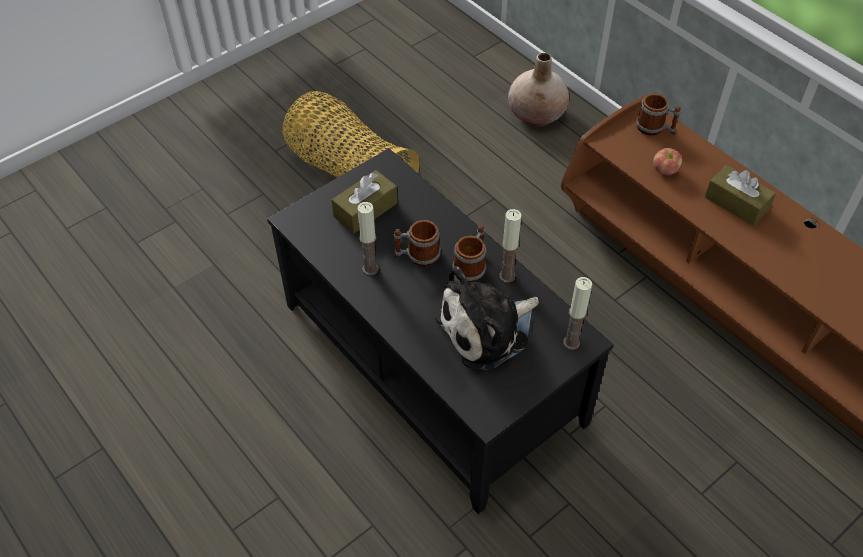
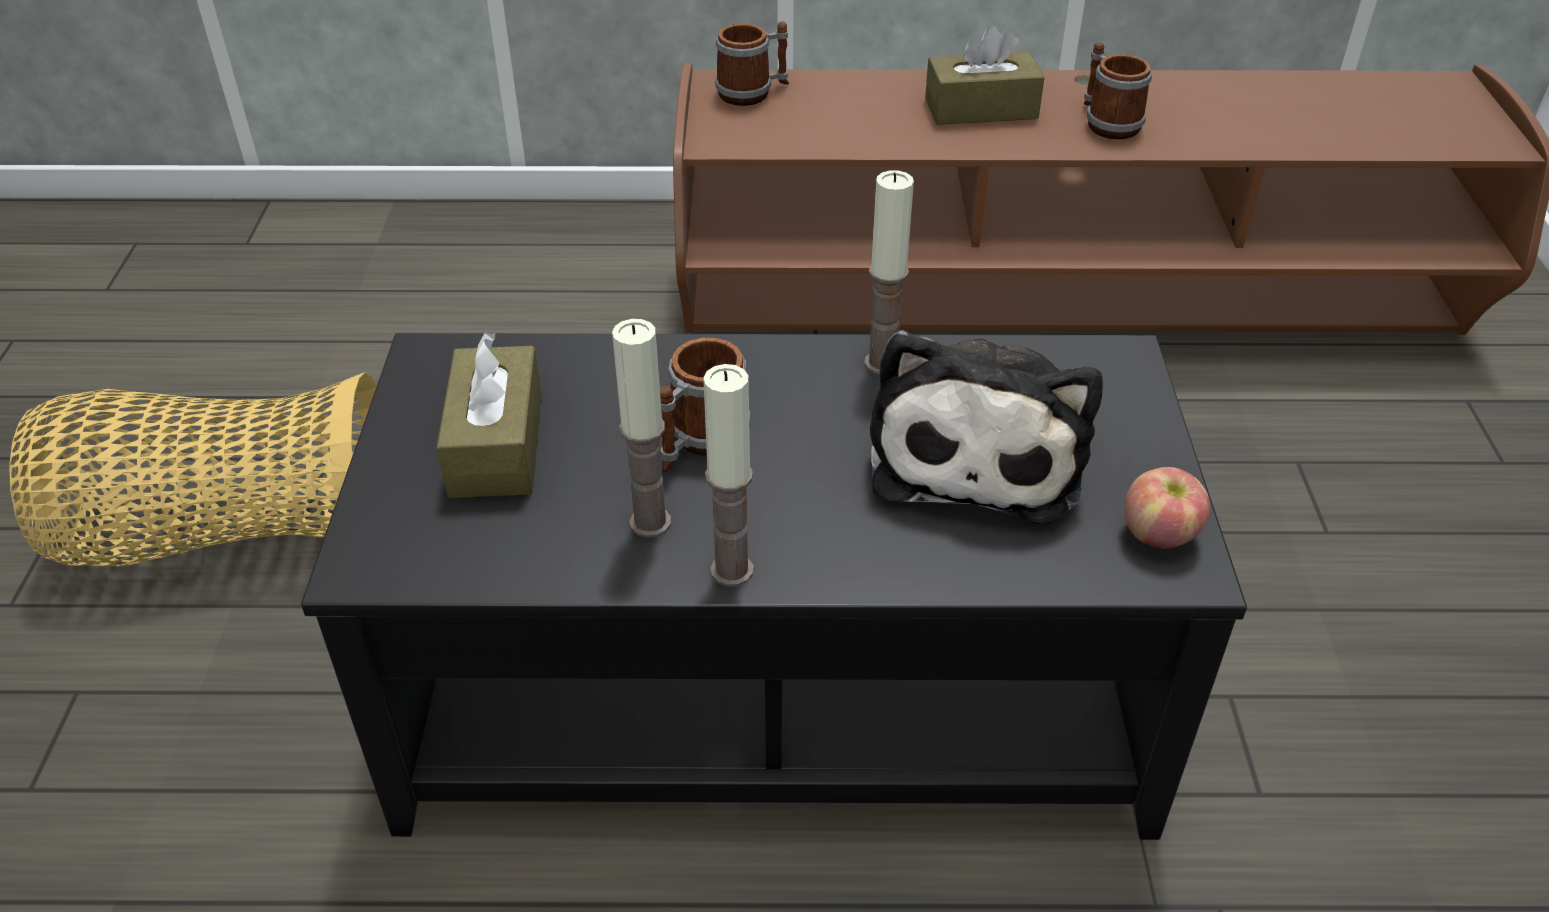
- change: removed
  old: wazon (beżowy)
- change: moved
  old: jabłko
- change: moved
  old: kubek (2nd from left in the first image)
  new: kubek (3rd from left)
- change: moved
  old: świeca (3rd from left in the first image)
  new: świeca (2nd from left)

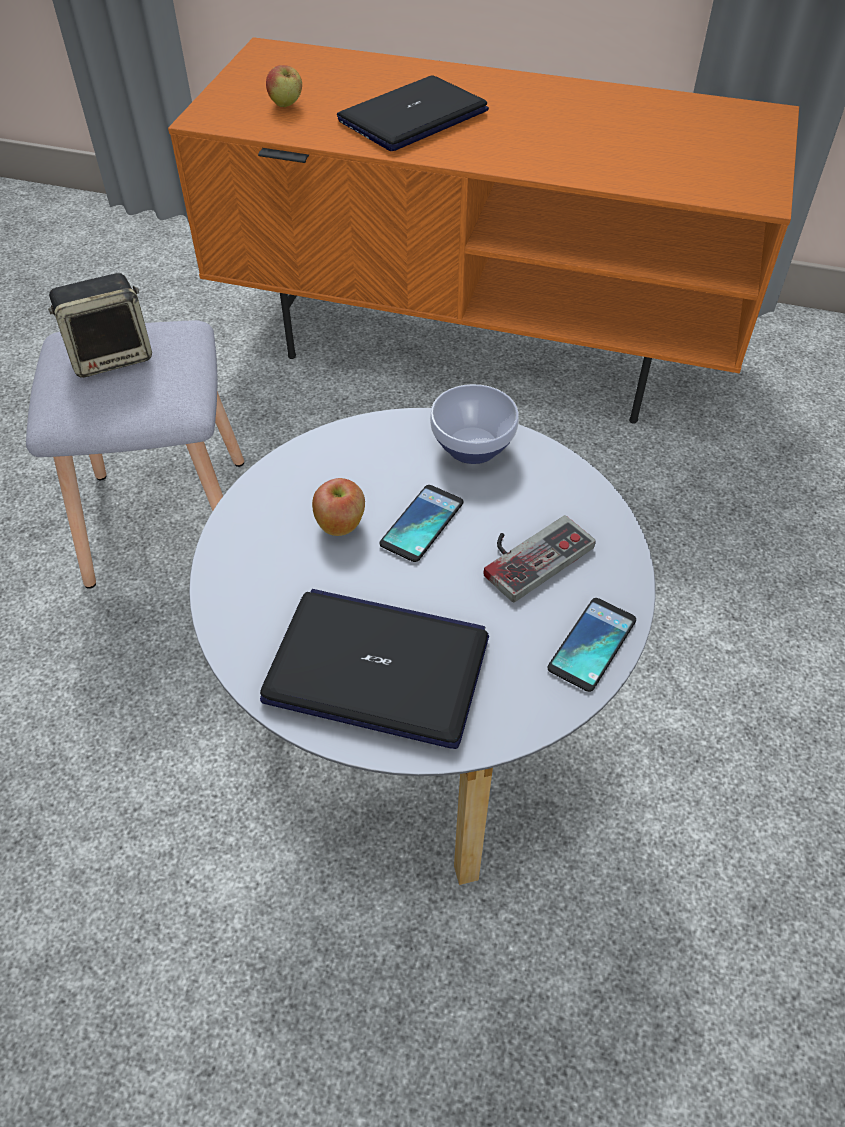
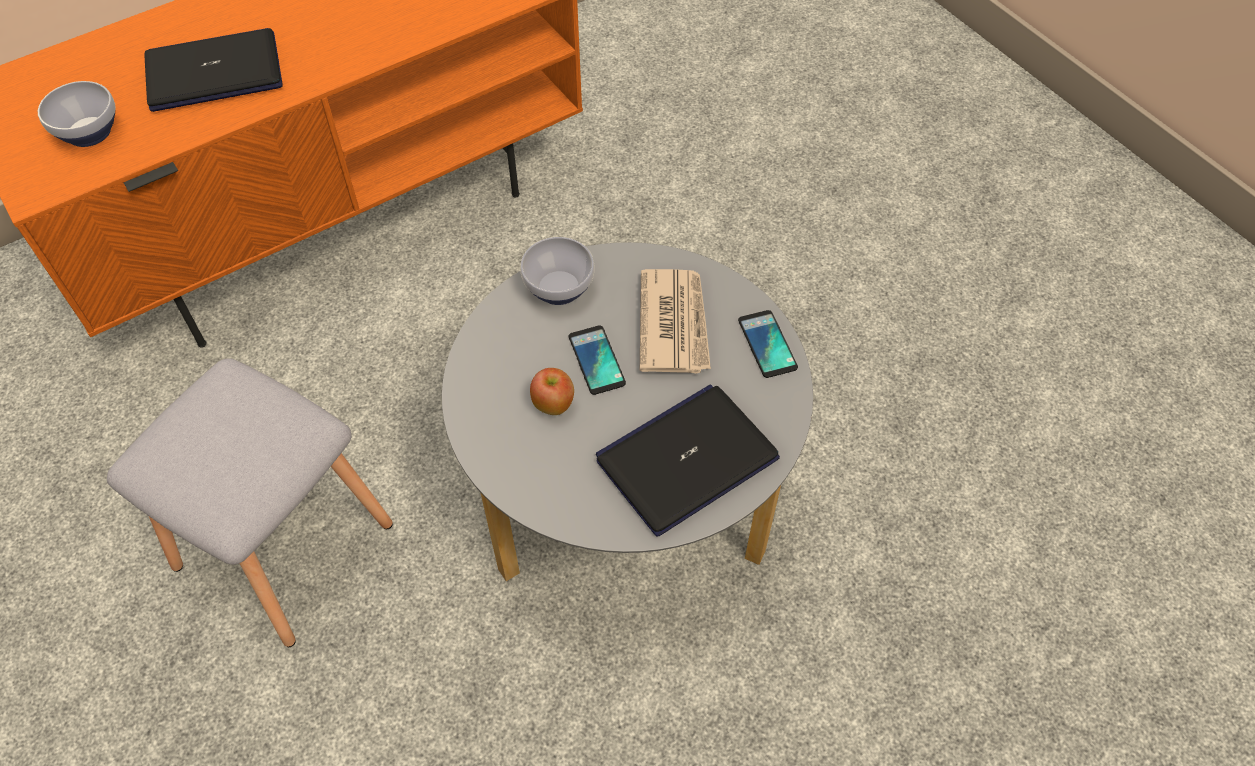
- change: replaced
  old: jabłko (1st from left)
  new: miska (1st from left)
- change: turned
  old: laptop (2nd from left in the first image)
  degrees: 75
- change: removed
  old: głośnik
- change: replaced
  old: pad do gier
  new: gazeta

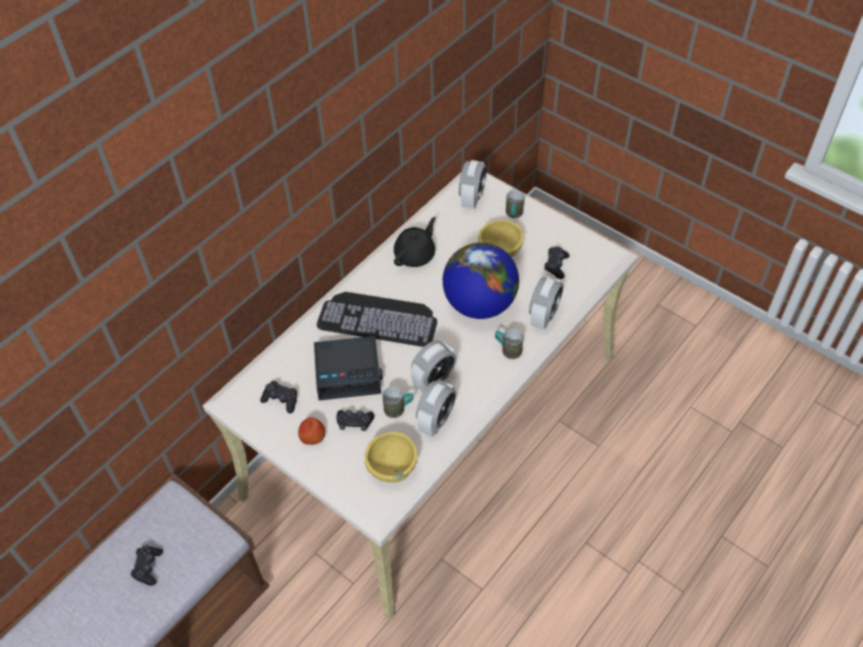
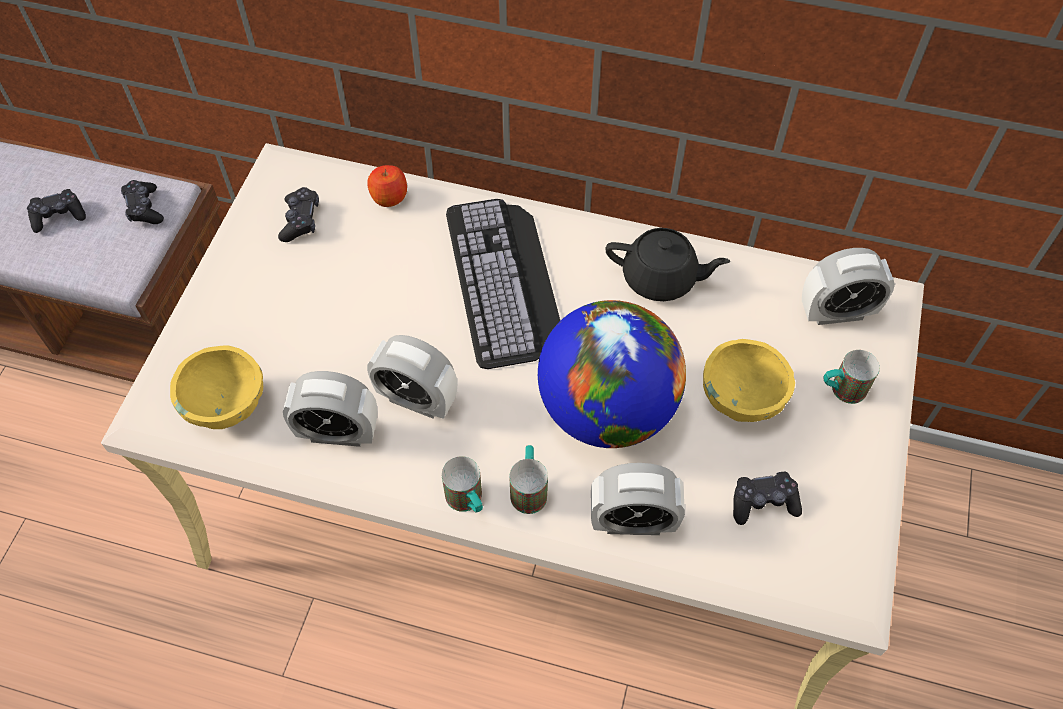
- change: removed
  old: budzik (1st from left)
- change: moved
  old: kubek (1st from left)
- change: moved
  old: pad do gier (czarny) (3rd from left in the first image)
  new: pad do gier (czarny) (2nd from left)
- change: moved
  old: jabłko

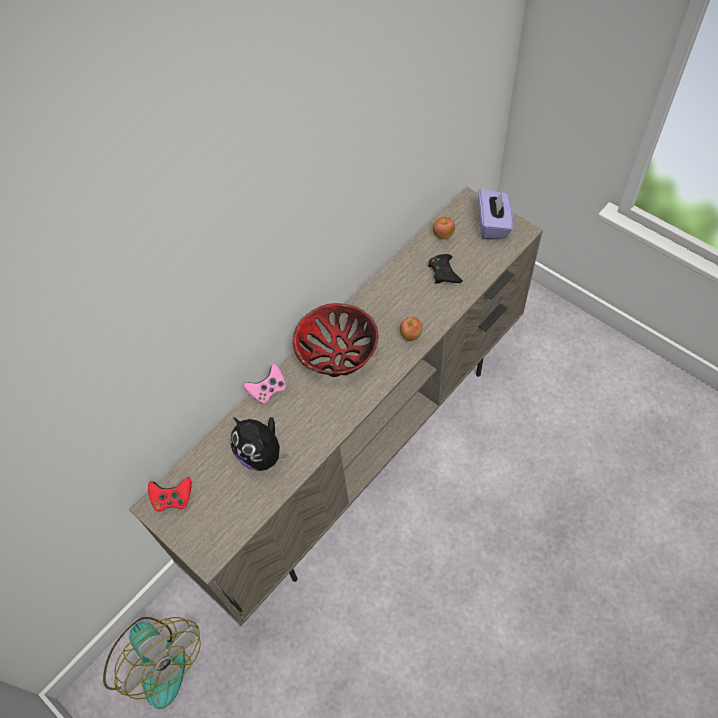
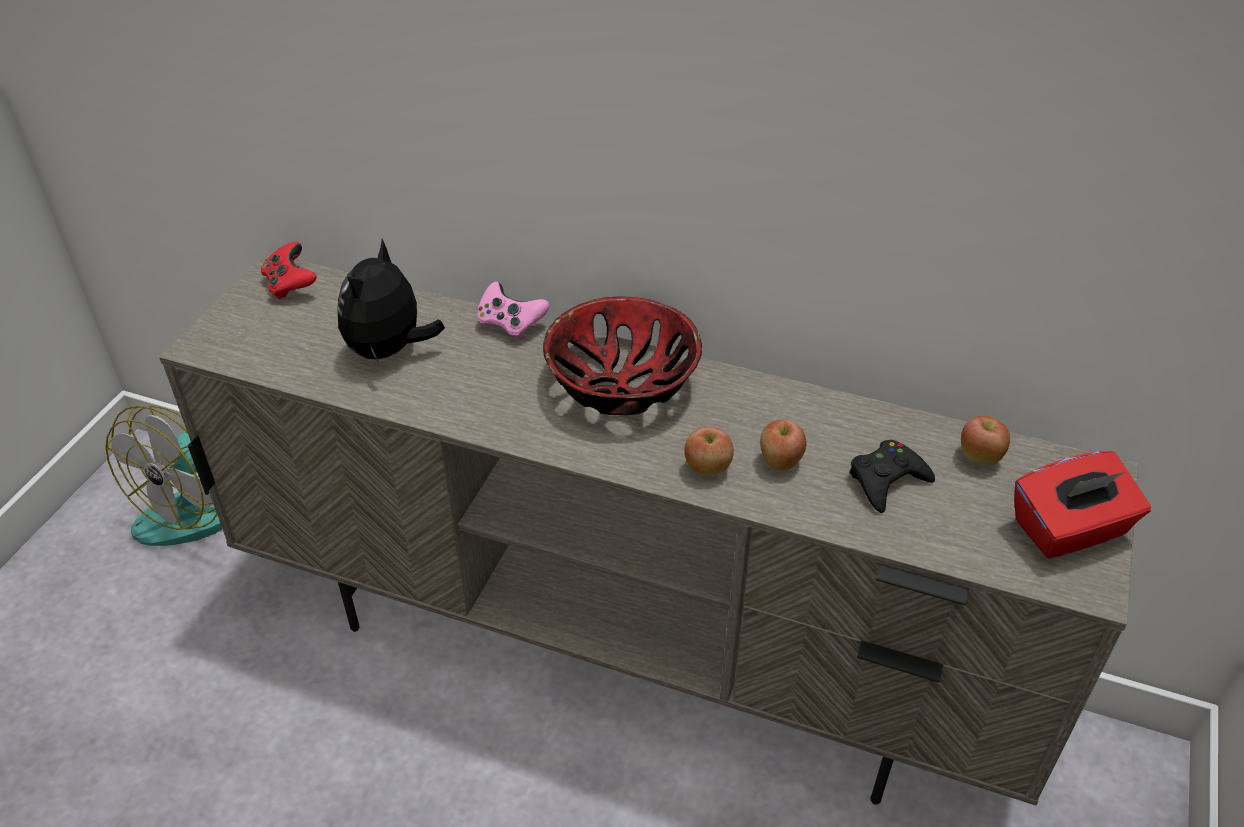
- change: recoloured
  old: pudełko chusteczek (fioletowy)
  new: pudełko chusteczek (czerwony)
- change: added
  new: jabłko (2nd from left)

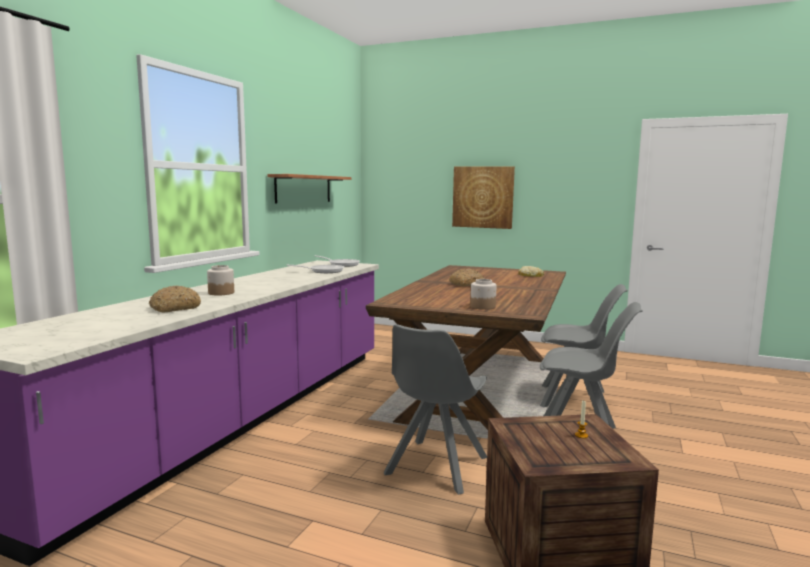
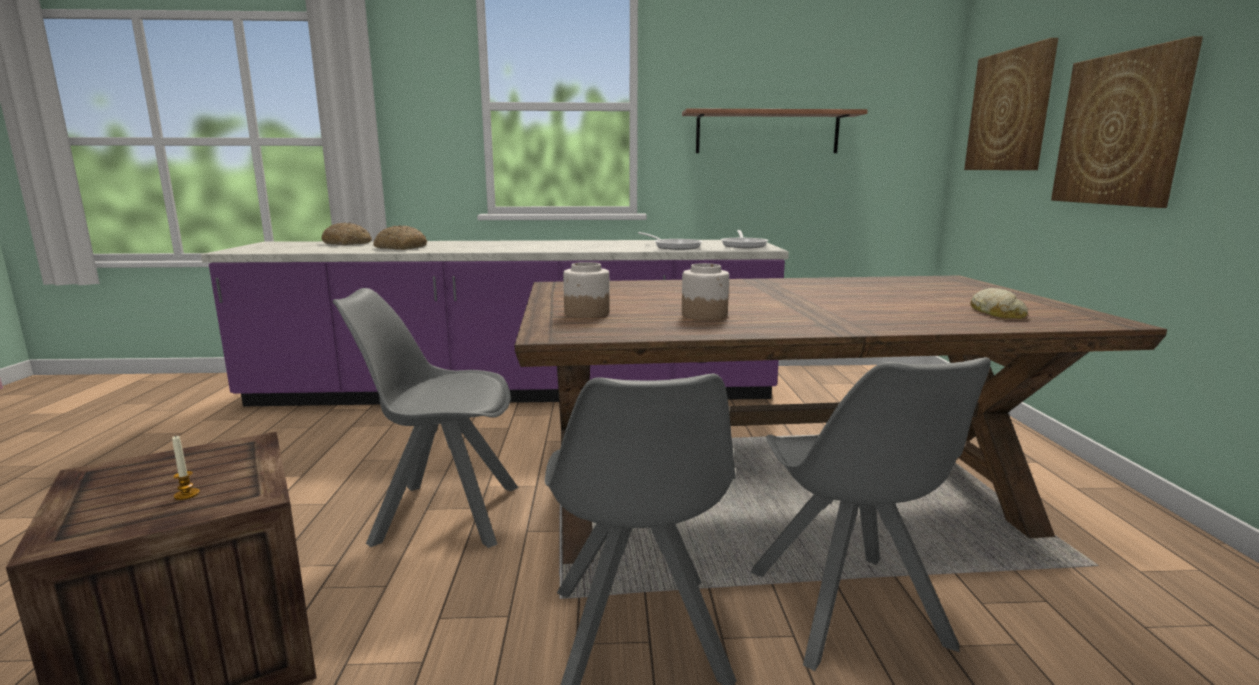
- change: moved
  old: słoik (1st from left in the first image)
  new: słoik (2nd from left)
- change: moved
  old: chleb (2nd from left in the first image)
  new: chleb (1st from left)
- change: added
  new: obraz (1st from left)

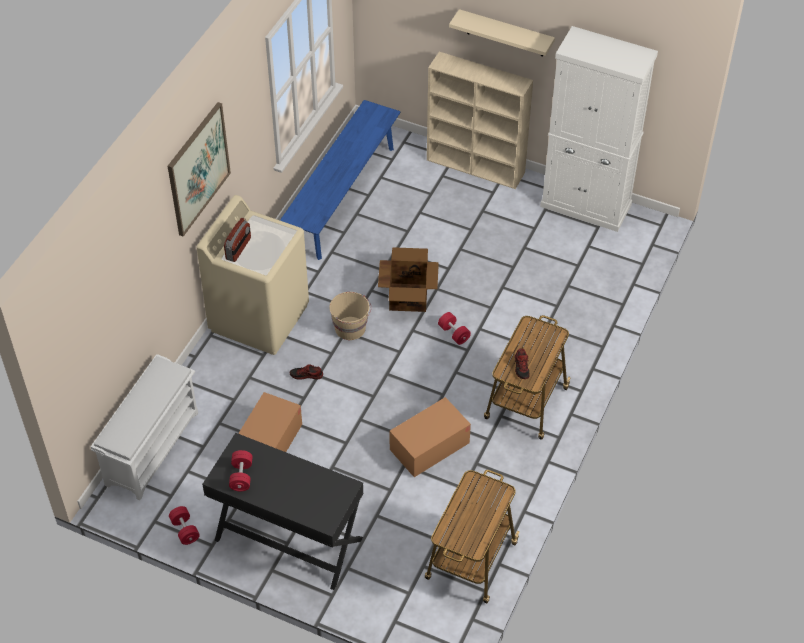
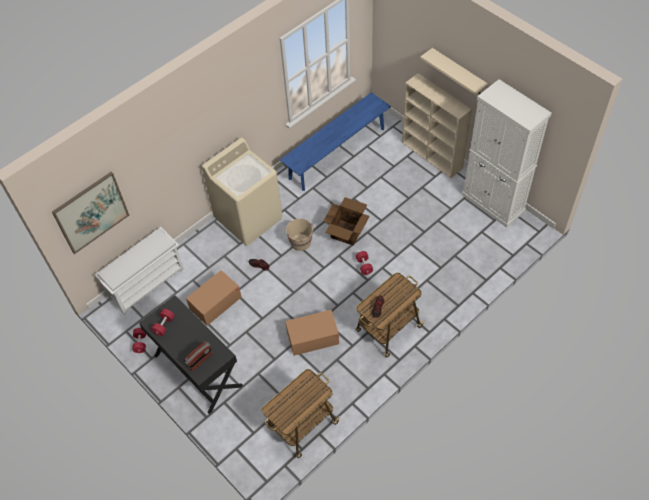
- change: moved
  old: obraz
- change: moved
  old: radio

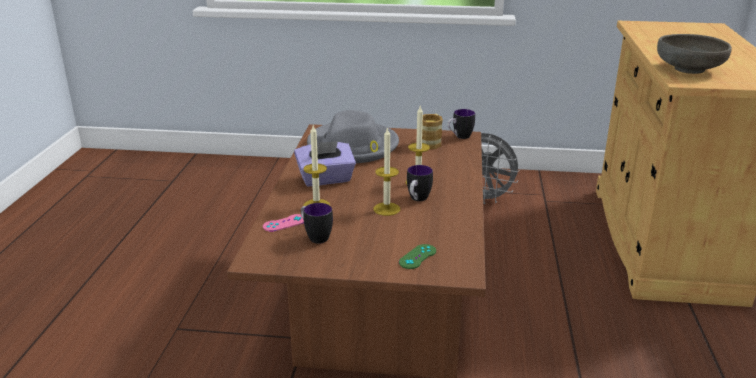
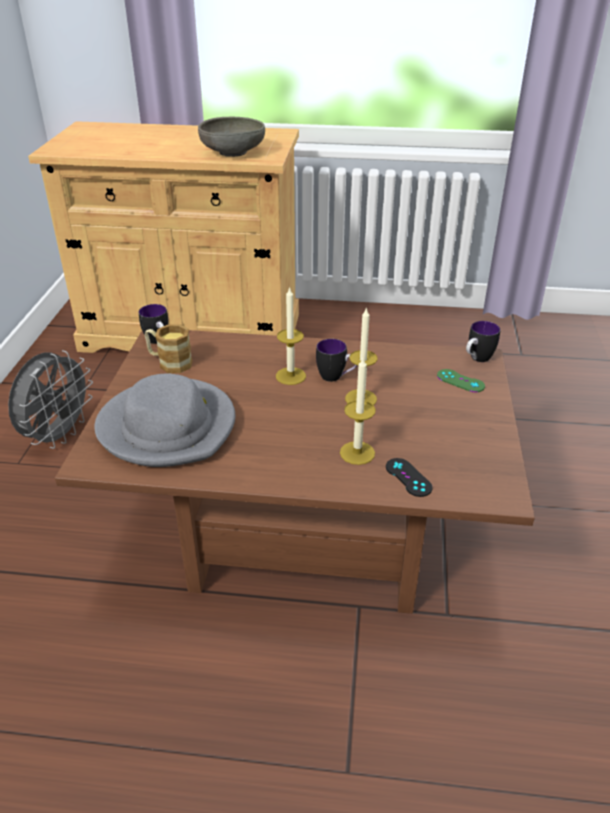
- change: removed
  old: pudełko chusteczek (fioletowy)
- change: moved
  old: kubek (1st from left in the first image)
  new: kubek (4th from left)
- change: recoloured
  old: pad do gier (różowy)
  new: pad do gier (czarny)

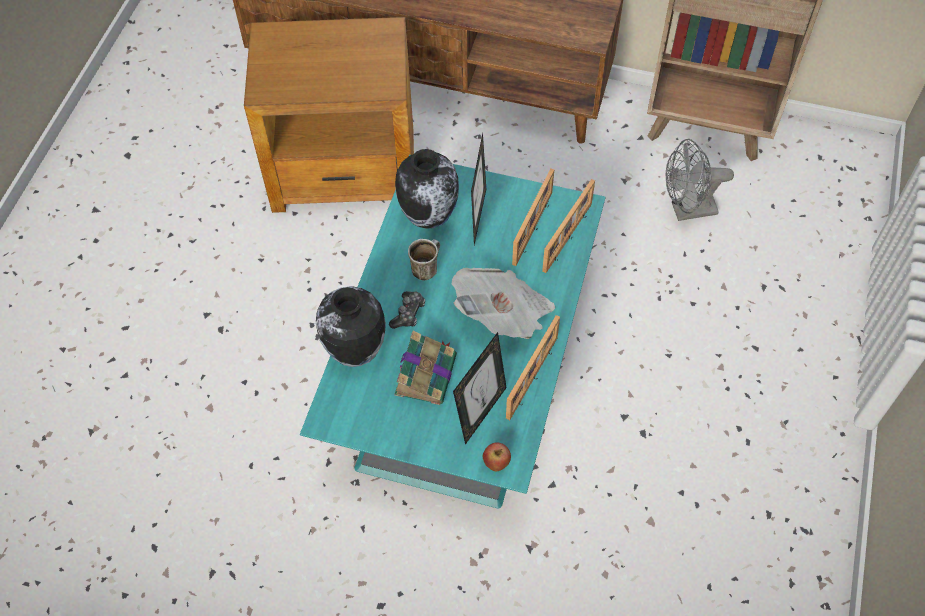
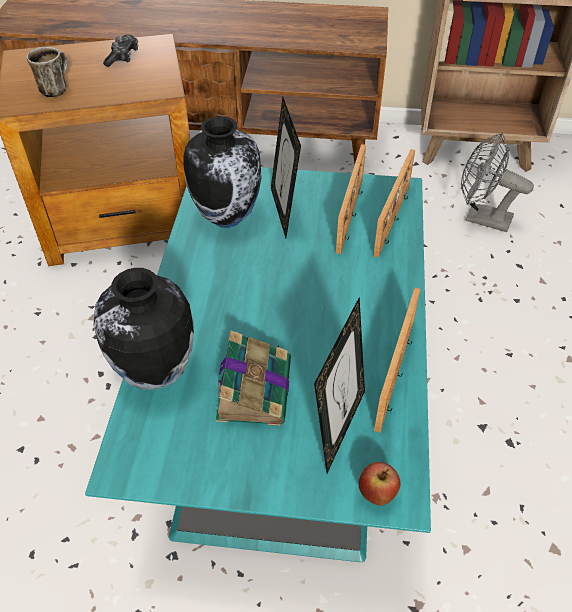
- change: turned
  old: wentylator (szary)
  degrees: 45
- change: moved
  old: kubek
- change: removed
  old: gazeta
- change: moved
  old: pad do gier

